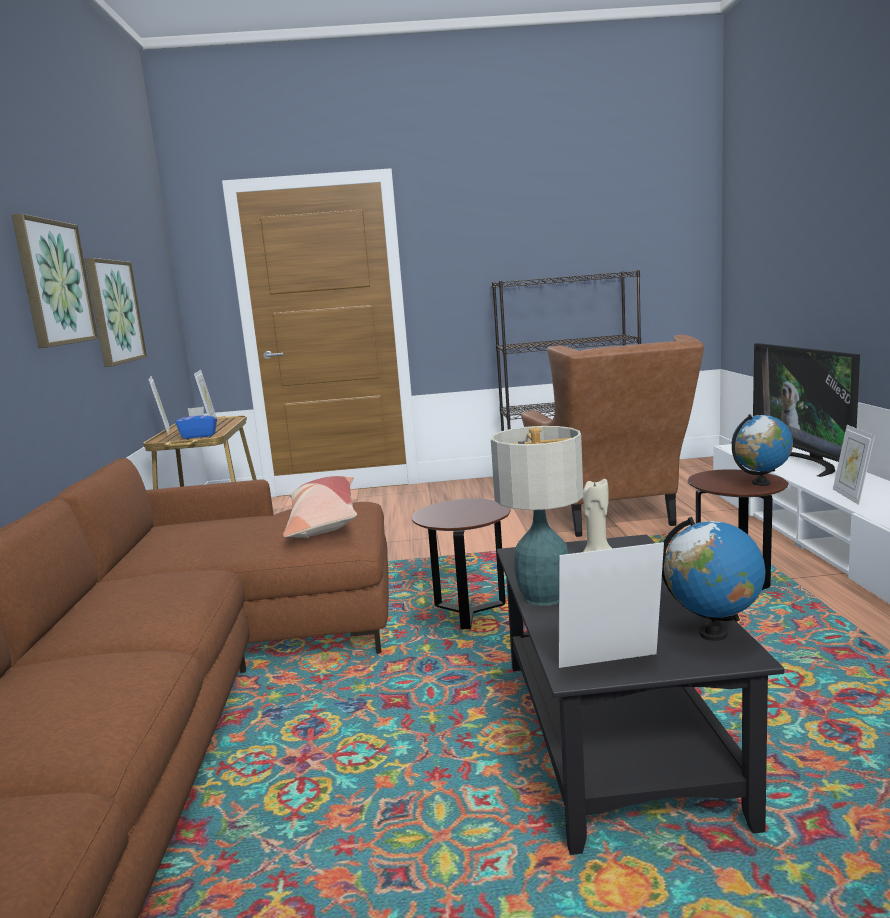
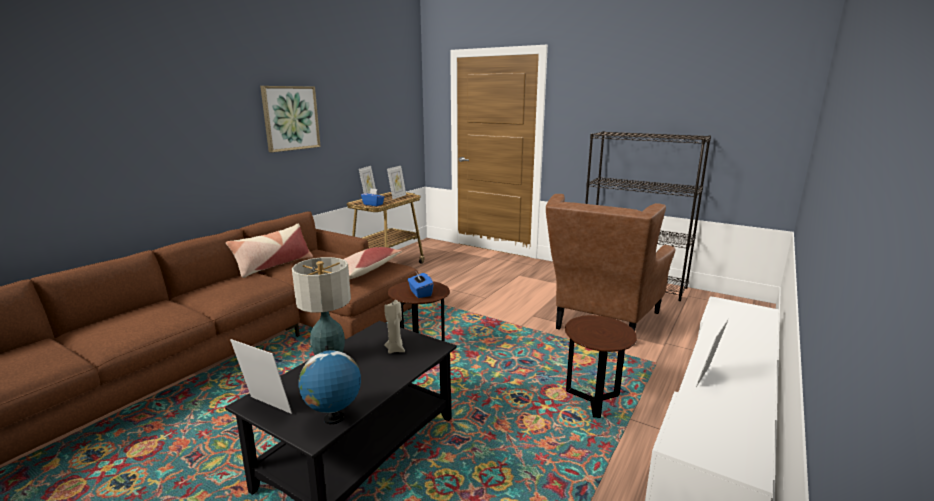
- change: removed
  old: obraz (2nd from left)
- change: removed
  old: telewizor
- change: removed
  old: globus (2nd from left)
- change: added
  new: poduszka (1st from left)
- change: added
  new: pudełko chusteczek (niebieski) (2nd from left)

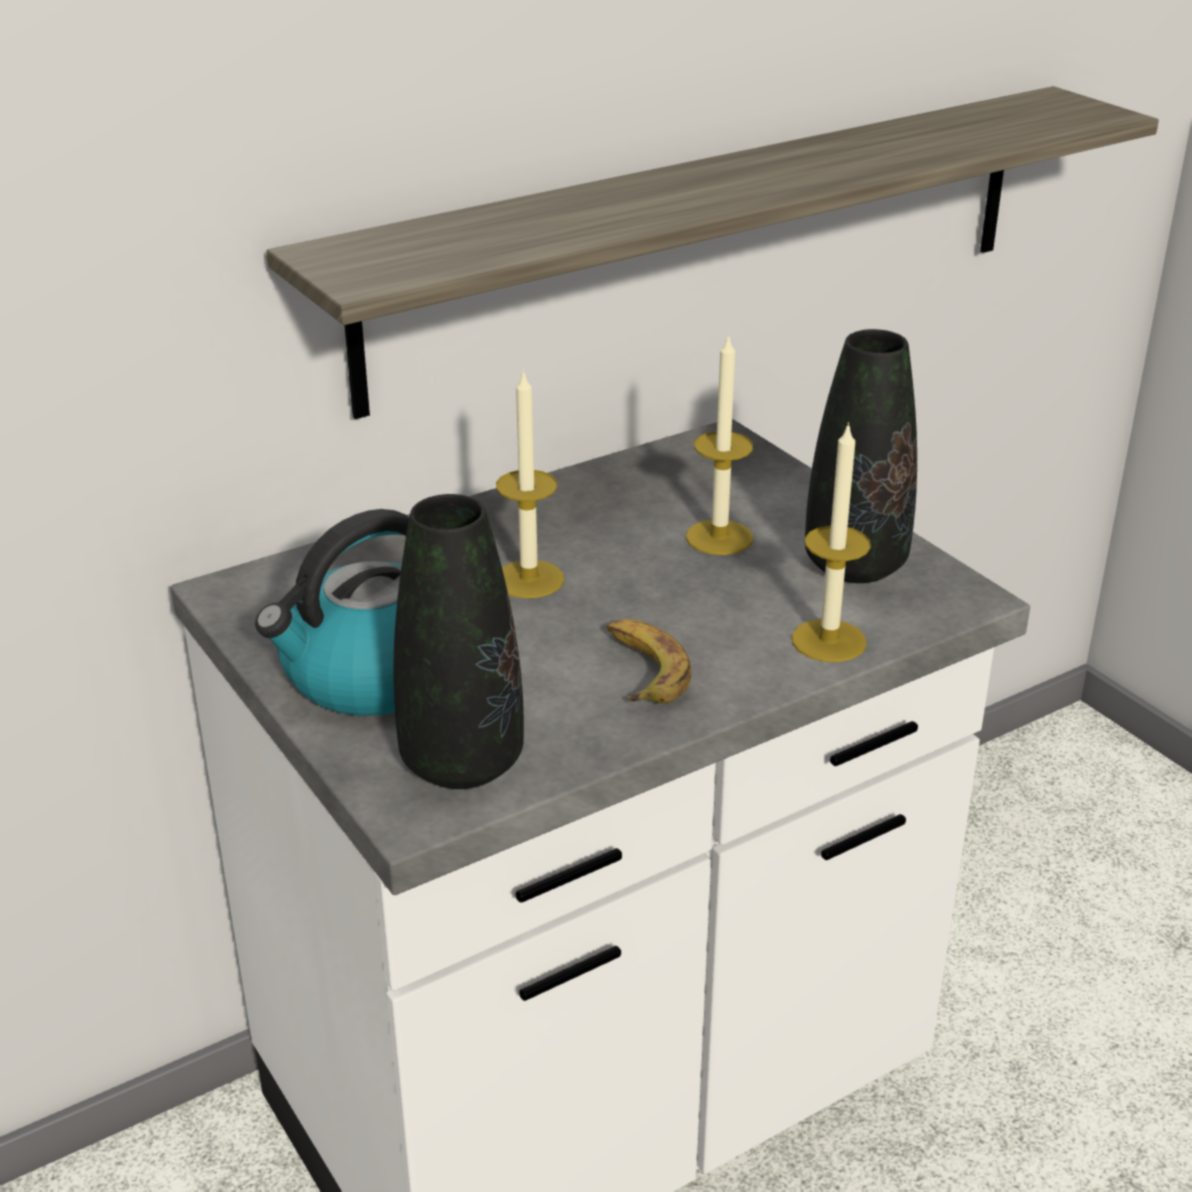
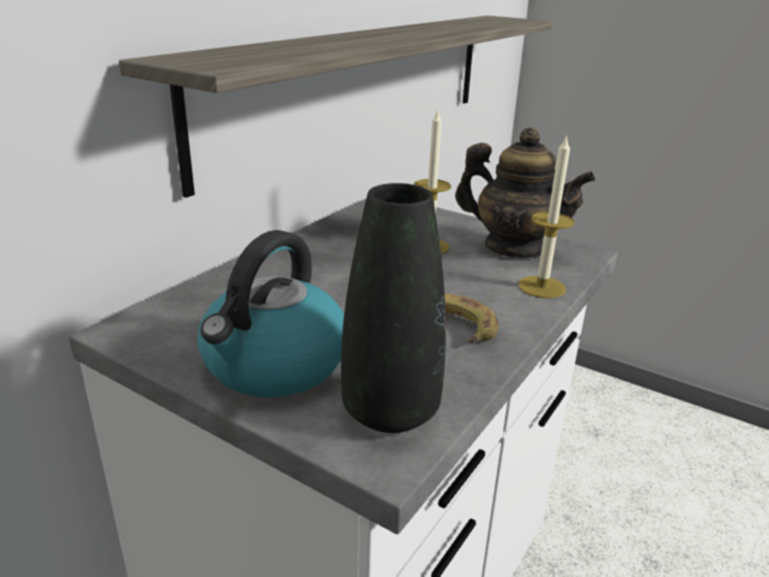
- change: replaced
  old: wazon (czarny) (2nd from left)
  new: imbryk
- change: removed
  old: świeca (1st from left)

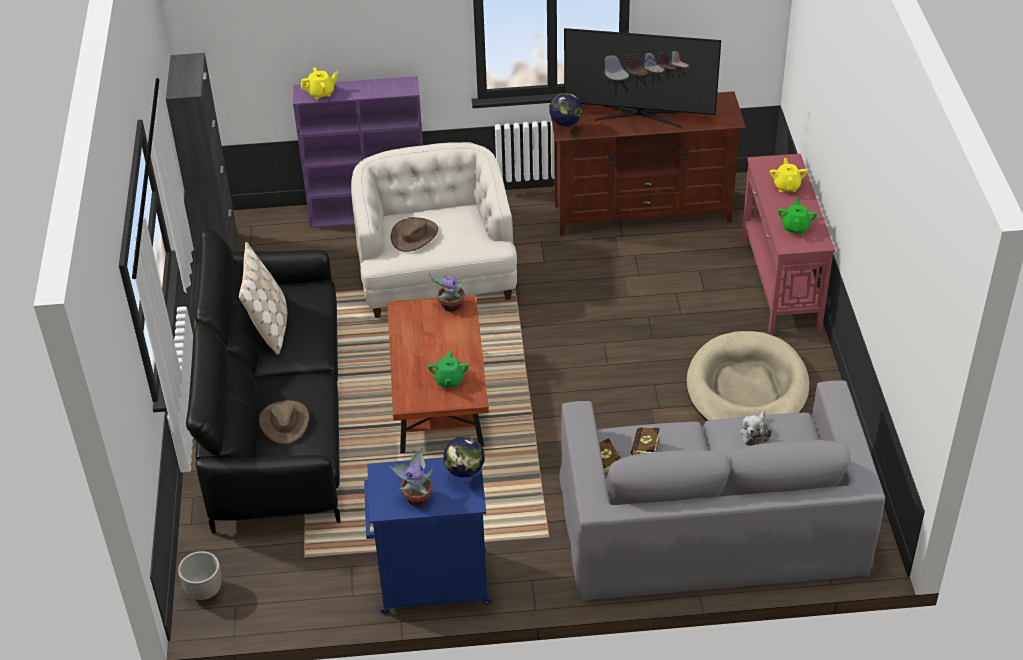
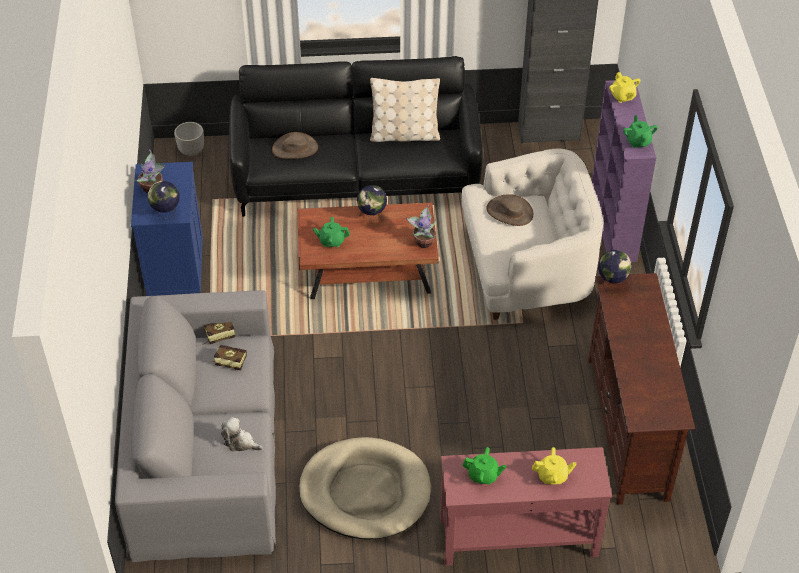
- change: removed
  old: telewizor
- change: added
  new: imbryk (zielony) (3rd from left)
- change: added
  new: globus (2nd from left)

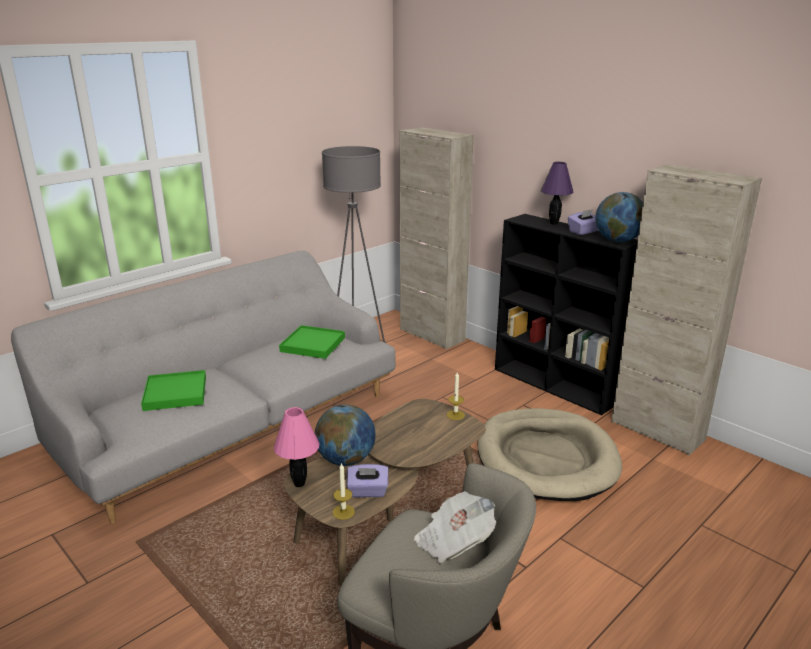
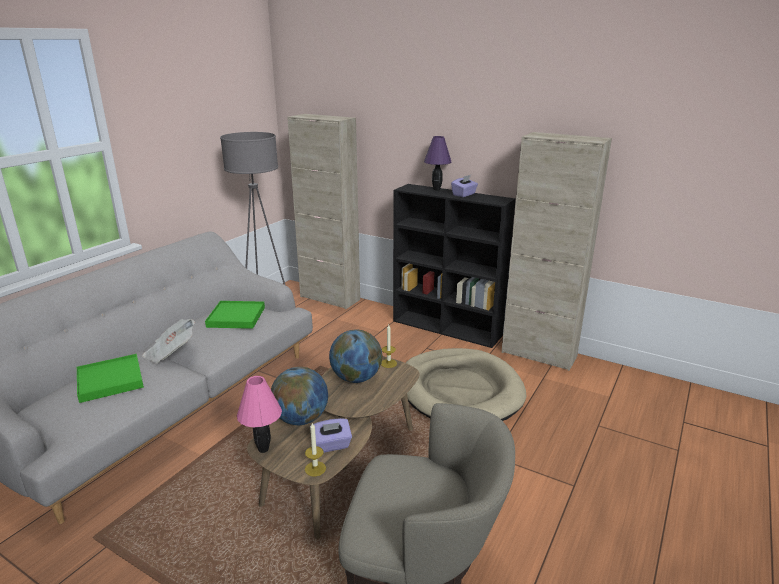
- change: moved
  old: globus (2nd from left)
- change: moved
  old: gazeta

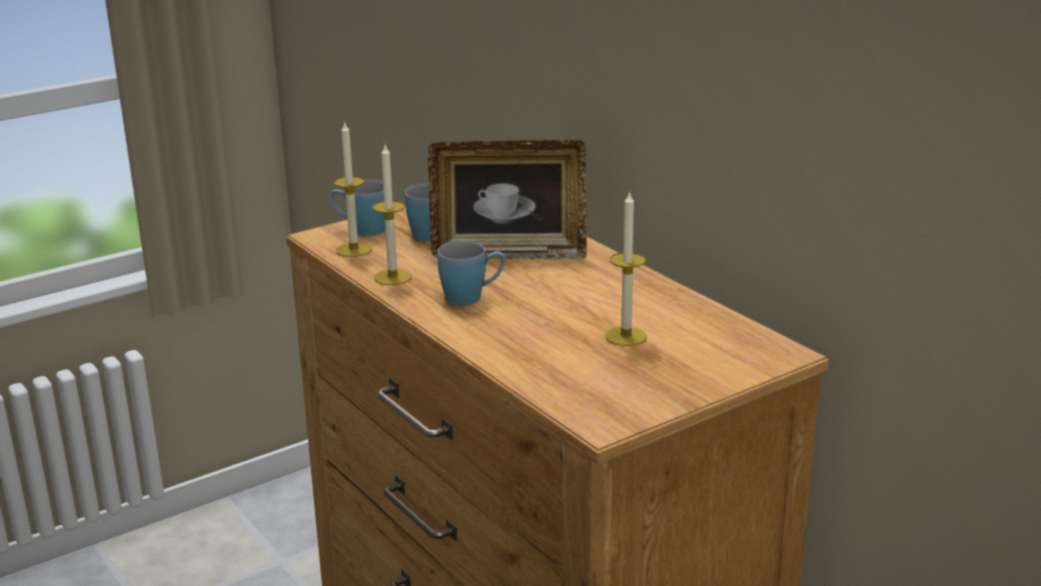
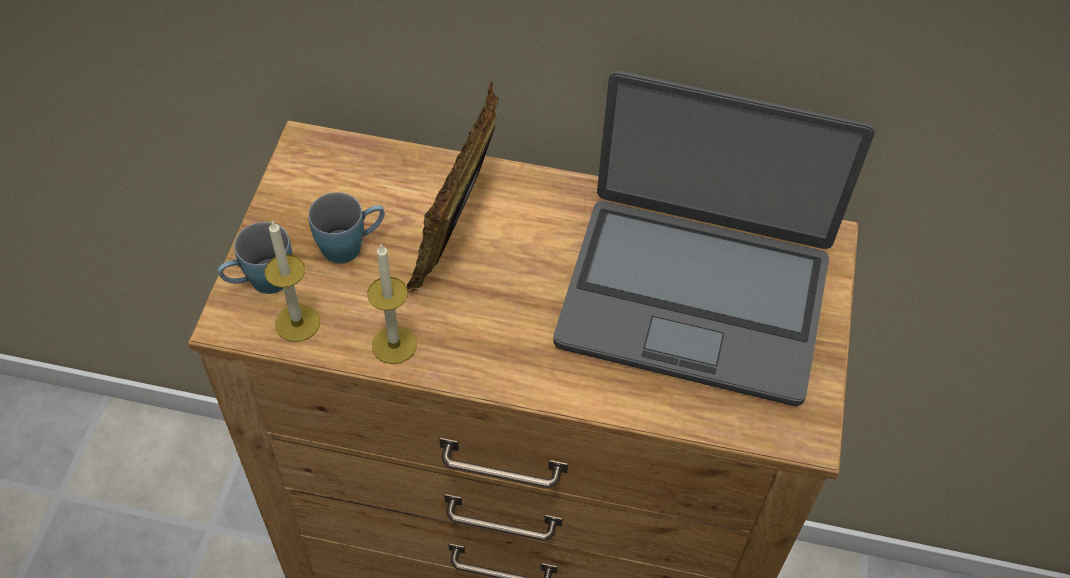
- change: turned
  old: ramka na zdjęcie
  degrees: 150
- change: replaced
  old: świeca (3rd from left)
  new: laptop
- change: removed
  old: kubek (niebieski) (3rd from left)

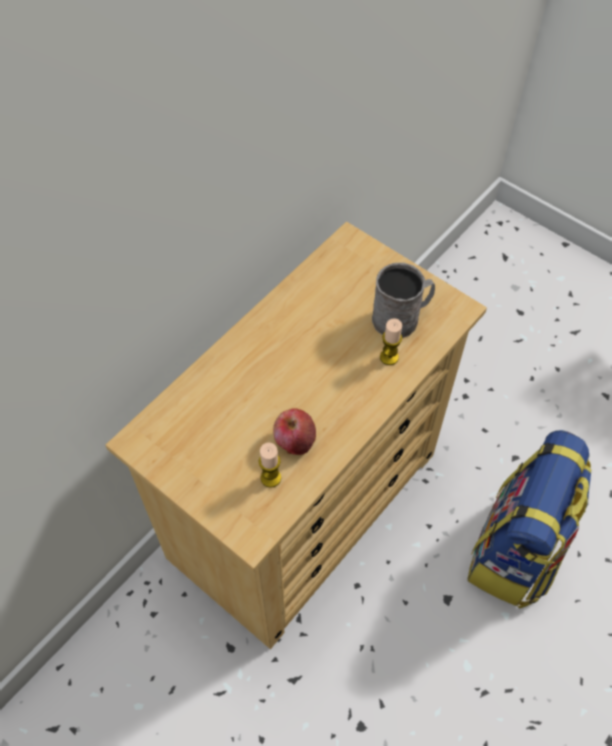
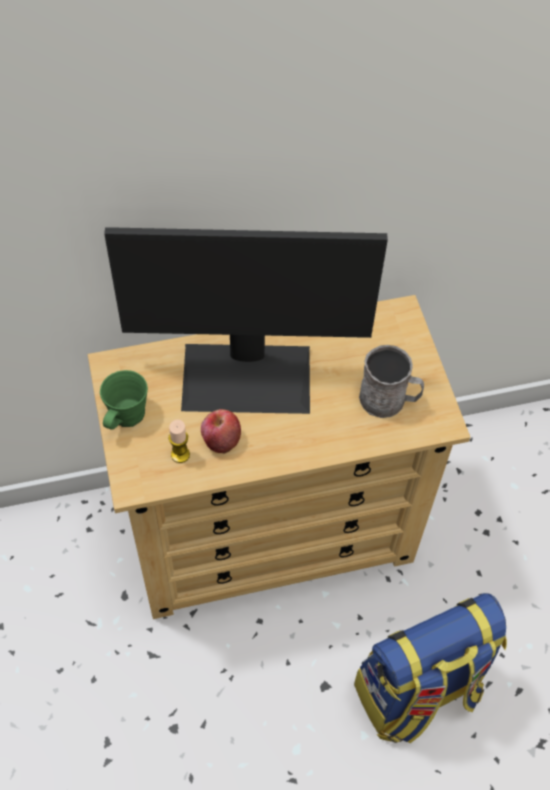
- change: removed
  old: świeca (2nd from left)
- change: added
  new: monitor
- change: added
  new: kubek (zielony)

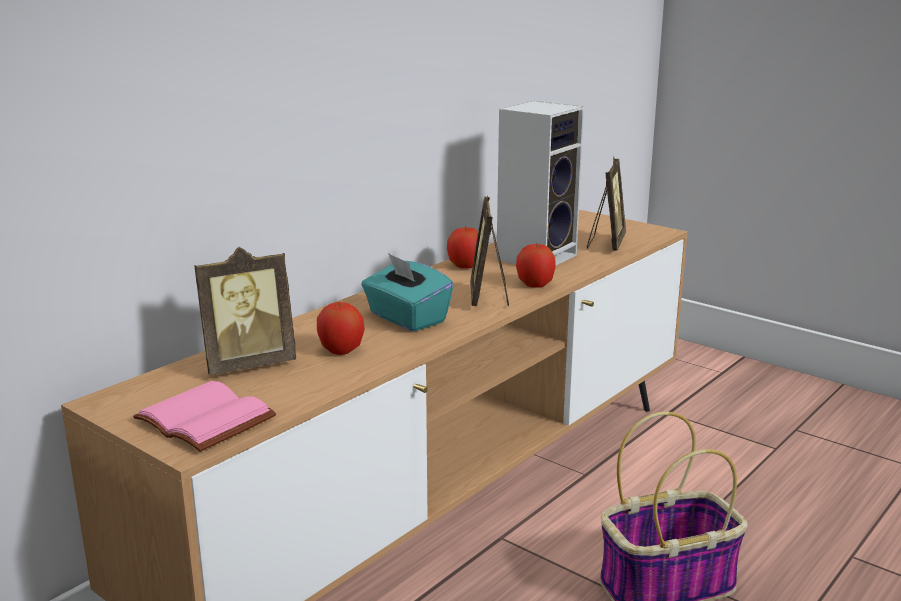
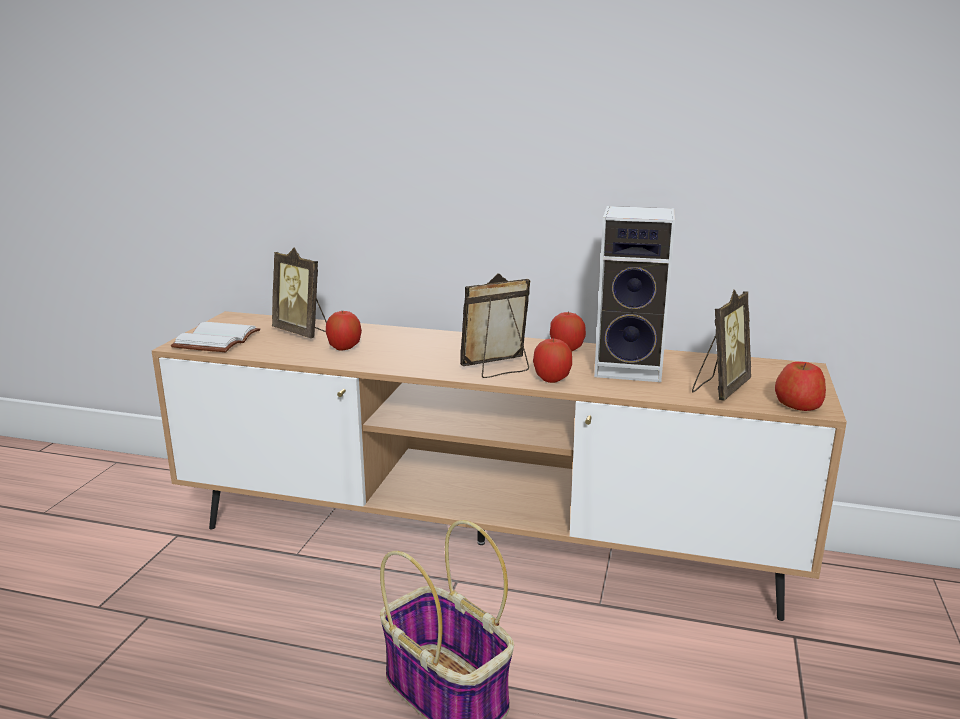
- change: turned
  old: ramka na zdjęcie (3rd from left)
  degrees: -45
- change: removed
  old: pudełko chusteczek (turkusowy)
- change: recoloured
  old: książka (różowy)
  new: książka (biały)
- change: added
  new: jabłko (4th from left)

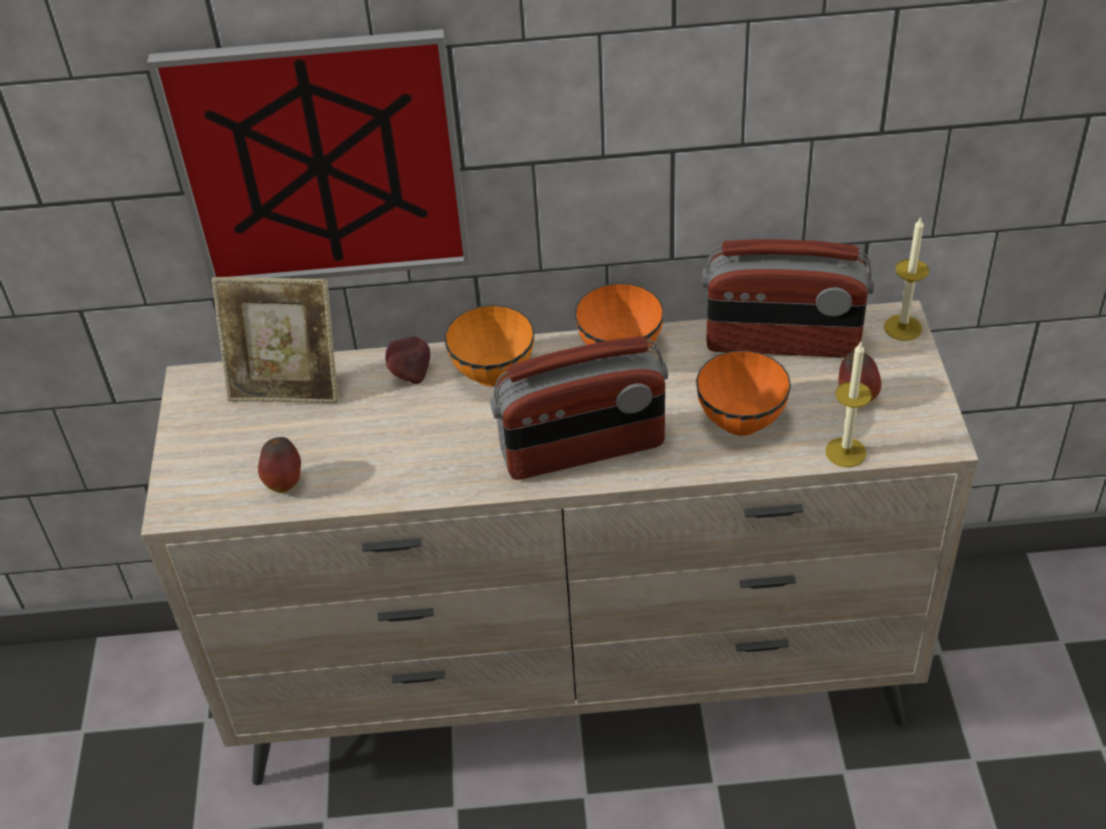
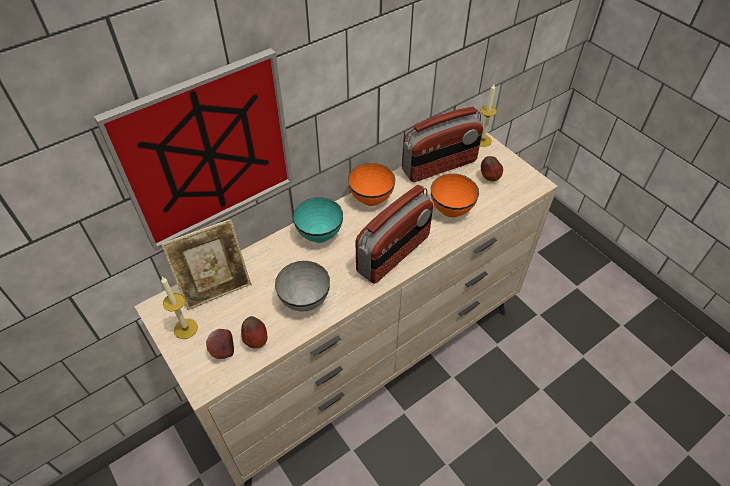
- change: recoloured
  old: miska (pomarańczowy) (1st from left)
  new: miska (turkusowy)
- change: moved
  old: jabłko (2nd from left in the first image)
  new: jabłko (1st from left)
- change: moved
  old: świeca (1st from left)
- change: added
  new: miska (szary)

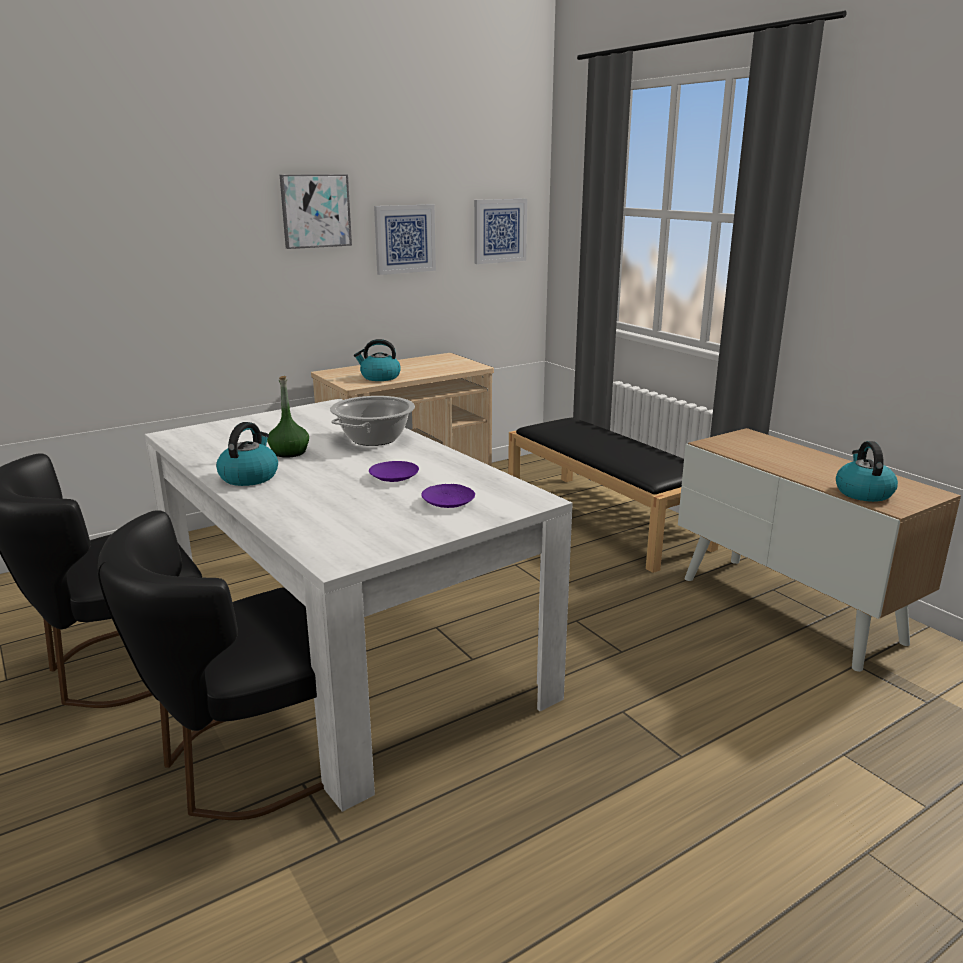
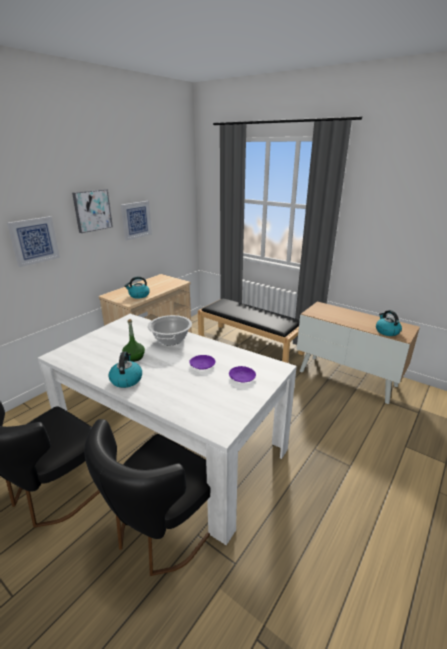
- change: moved
  old: obraz (3rd from left in the first image)
  new: obraz (1st from left)

